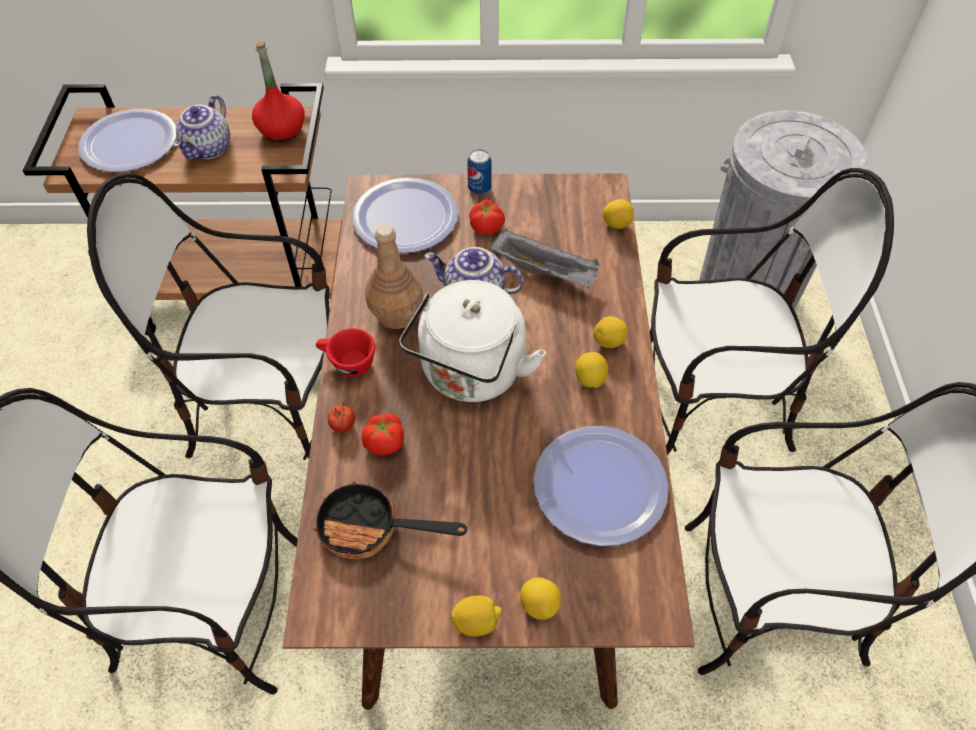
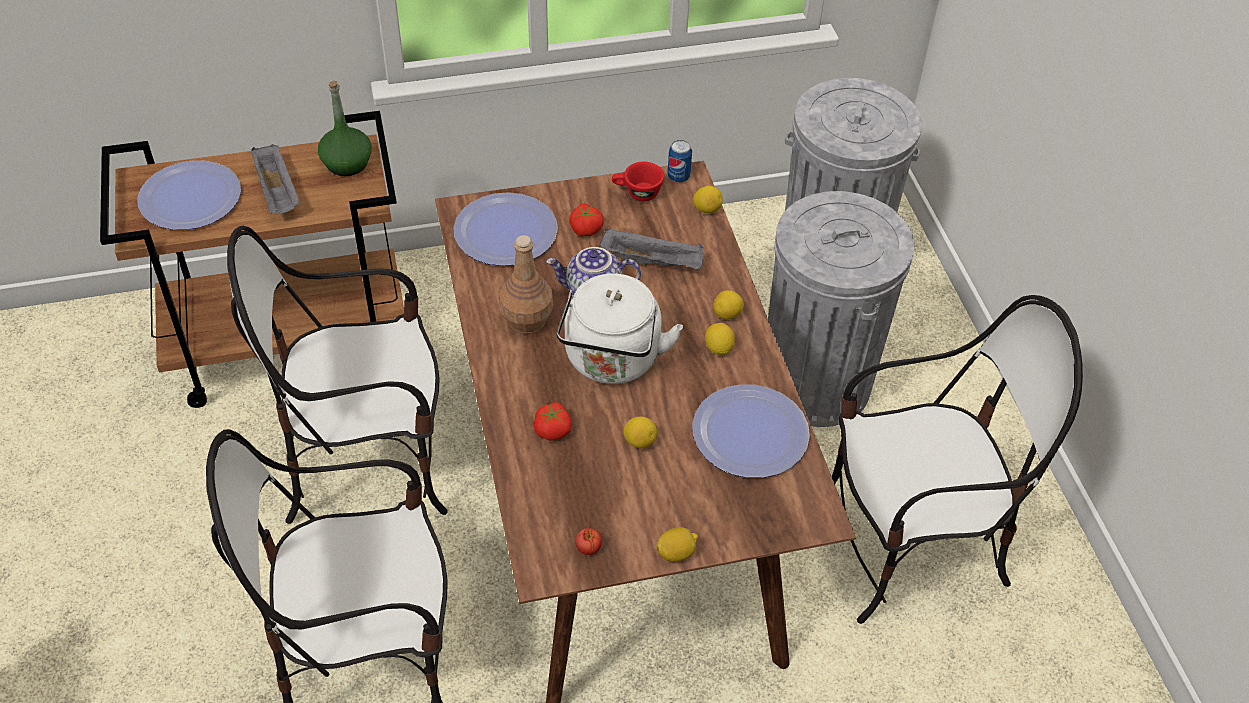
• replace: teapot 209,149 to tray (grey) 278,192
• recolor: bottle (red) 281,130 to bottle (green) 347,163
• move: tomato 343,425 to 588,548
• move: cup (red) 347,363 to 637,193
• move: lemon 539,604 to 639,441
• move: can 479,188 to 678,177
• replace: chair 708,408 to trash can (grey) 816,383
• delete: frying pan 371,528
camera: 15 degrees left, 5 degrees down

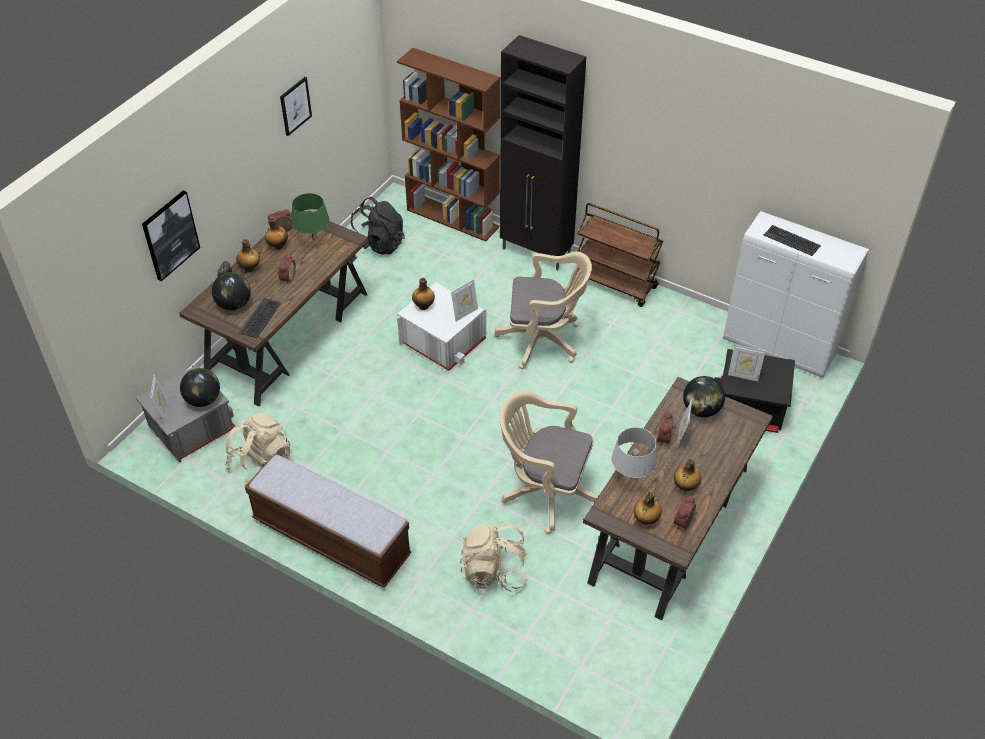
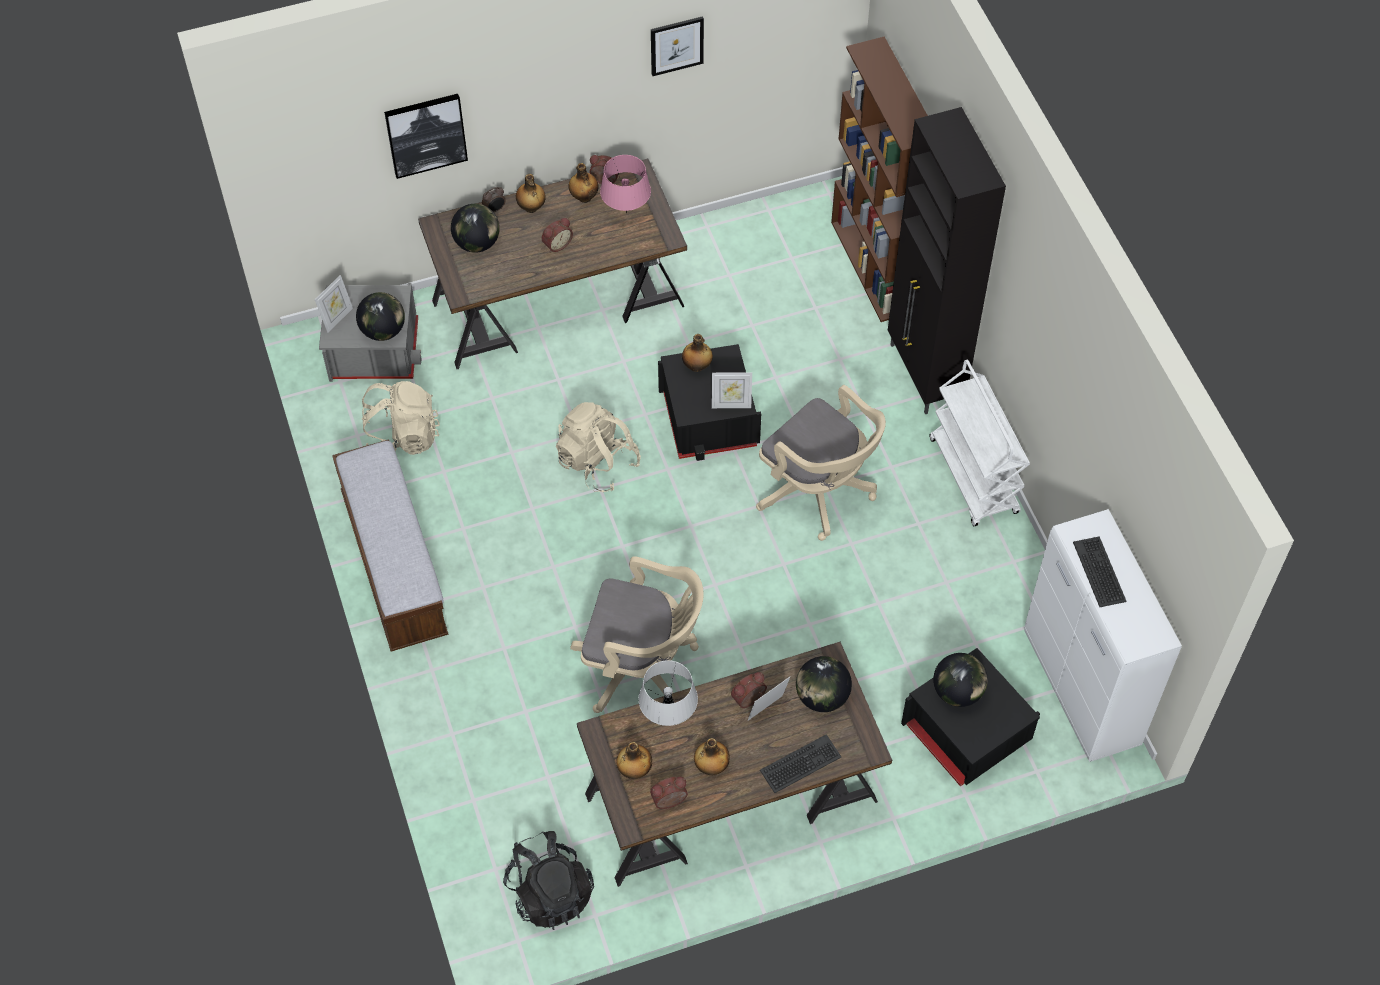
• move: backpack (black) 378,244 to 550,893
• move: backpack (beige) 494,571 to 597,463
• rotate: office chair (beige) 545,492 = 642,667 135 degrees clockwise
• recolor: table lamp (green) 313,240 to table lamp (pink) 626,212
• recolor: storage box (white) 443,341 to storage box (black) 709,418
• move: keyboard 261,318 to 801,764
• recolor: cart (brown) 615,284 to cart (white) 974,476
• replace: picture frame 743,376 to globe 957,692
camera: 40 degrees right, 10 degrees up

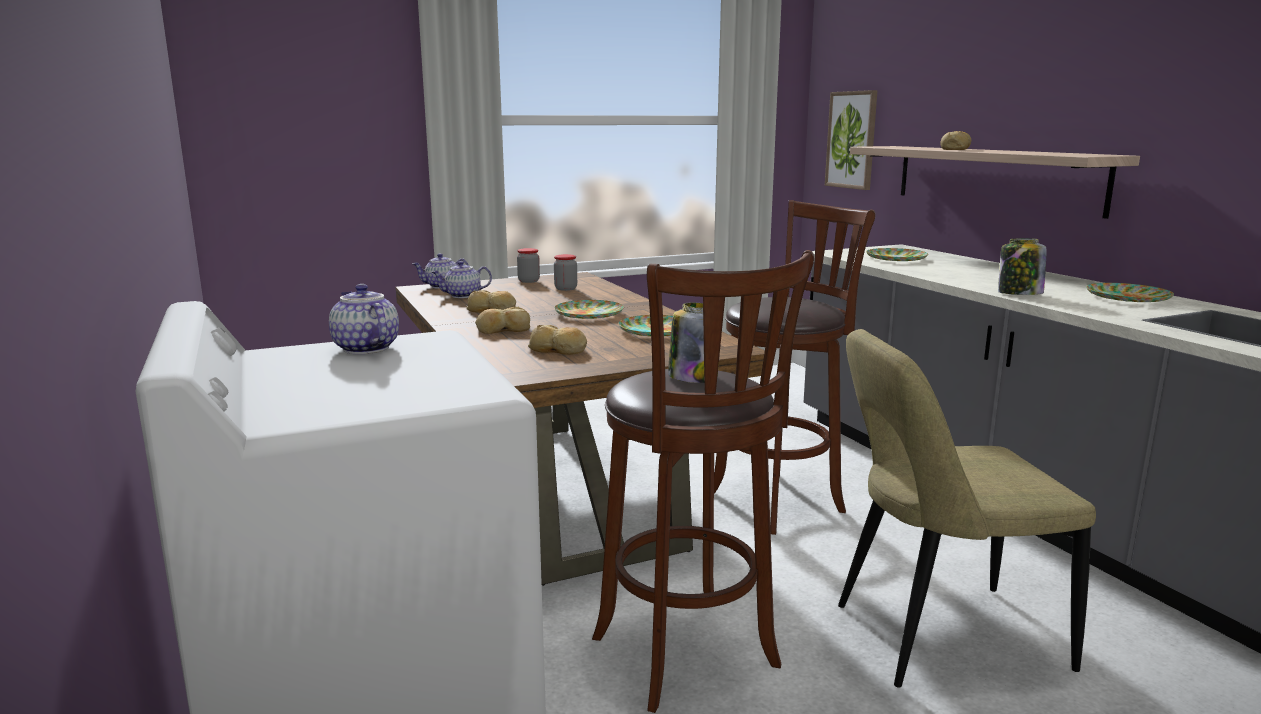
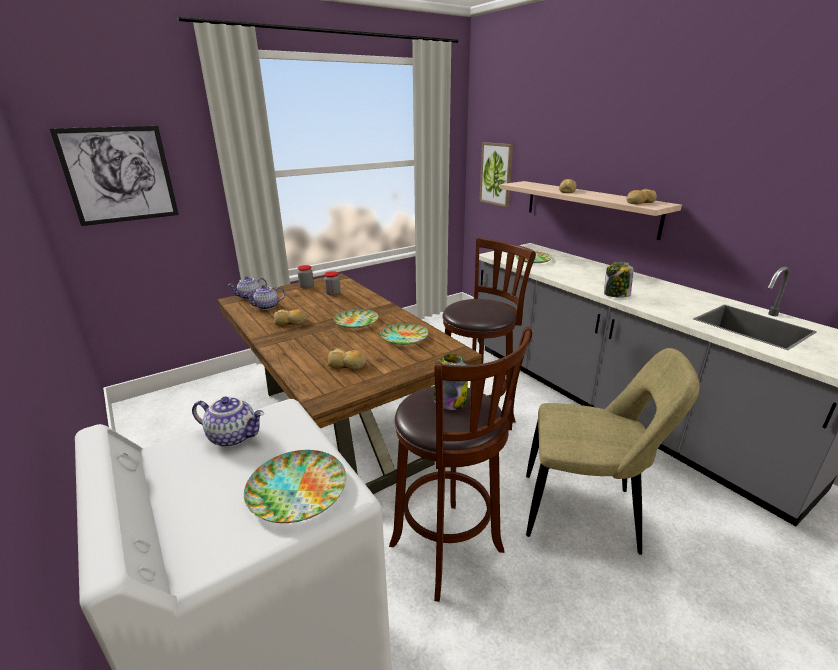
• insert: picture 119,175
• rotate: teapot 364,349 = 234,436 150 degrees clockwise
• move: plate 1127,298 to 296,491
• rotate: chair (beige) 938,637 = 585,513 150 degrees counterclockwise
• move: bread 503,330 to 639,202
camera: 10 degrees left, 10 degrees up

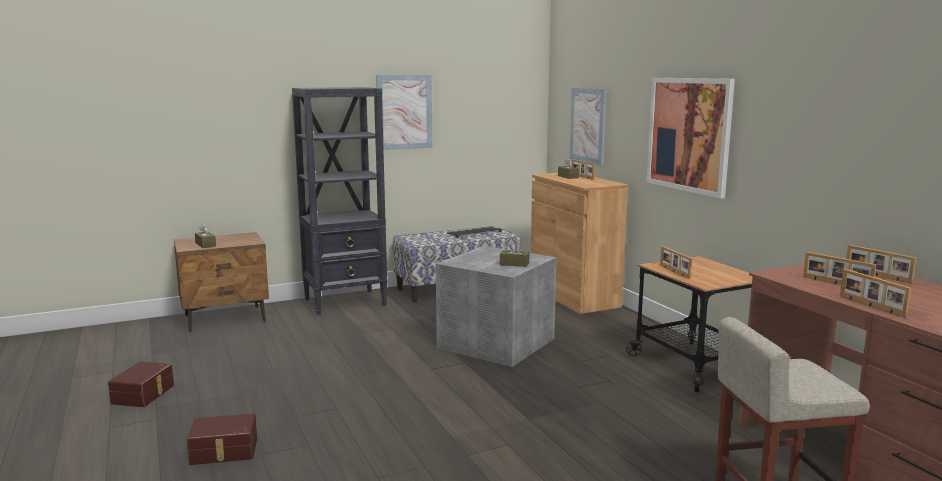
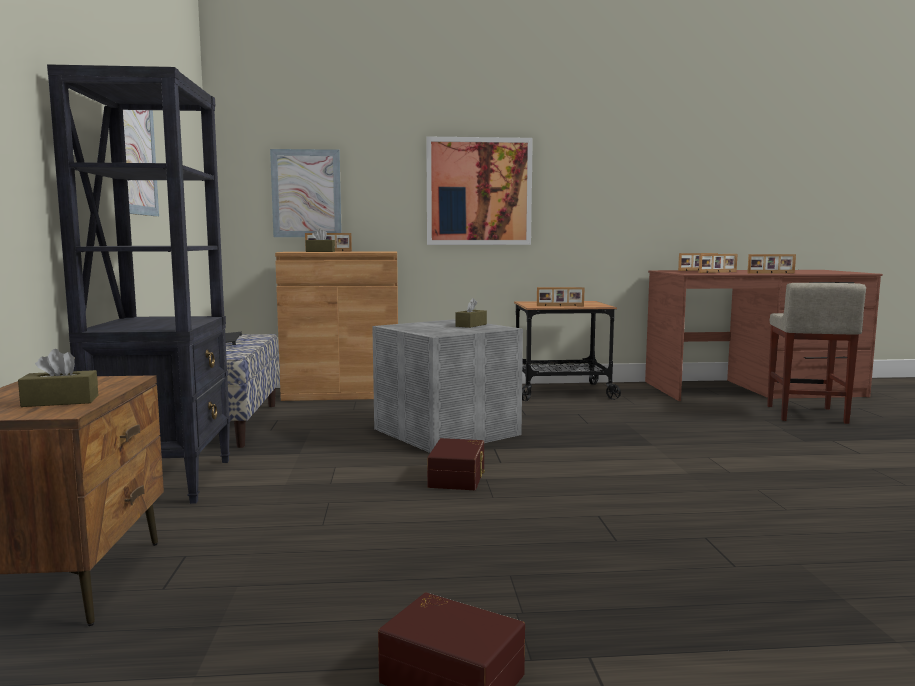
• move: storage box (brown) 224,451 to 458,477
camera: 70 degrees left, 5 degrees down

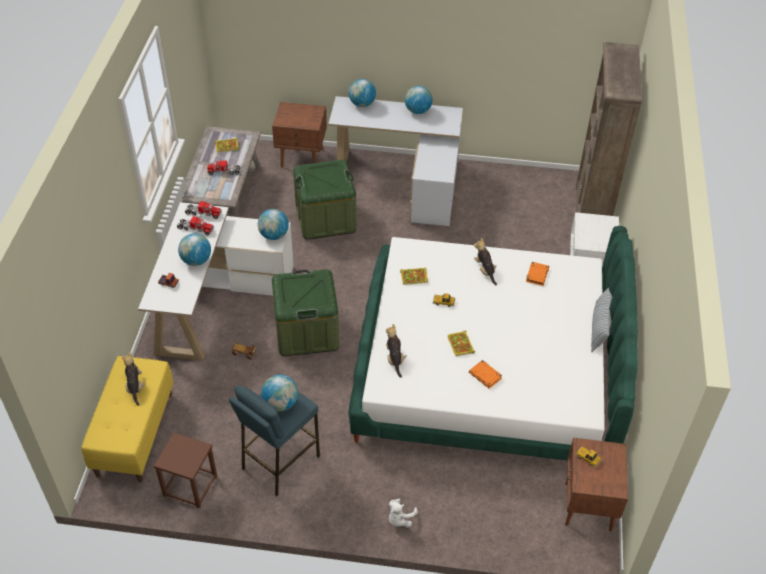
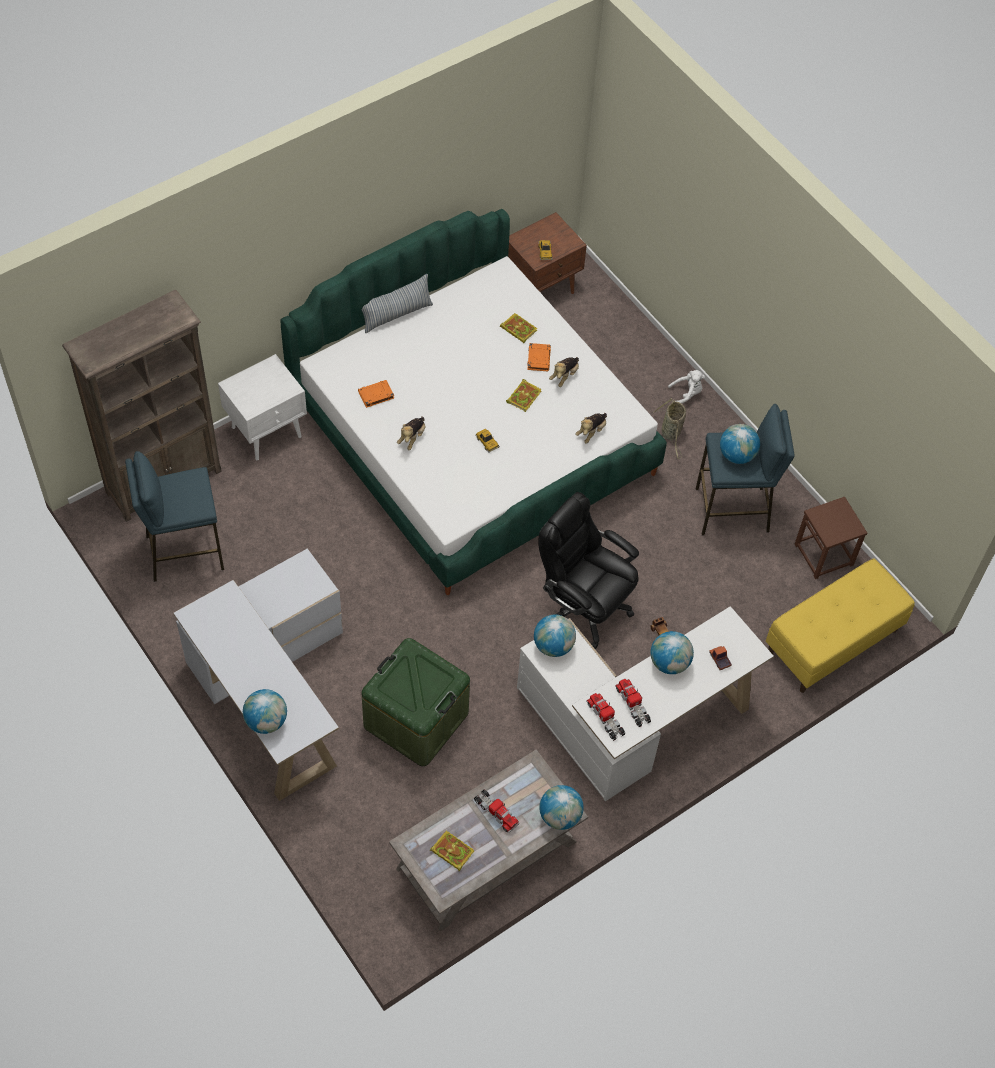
• insert: stool (blue) 184,551
• move: book 414,277 to 517,329
• replace: storage box (green) 306,331 to office chair (black) 583,606
• move: globe 417,111 to 560,816
• move: plush toy 135,387 to 564,376
• insert: basket 671,433
• delete: nightstand (brown) 302,158
camera: 135 degrees left, 10 degrees up

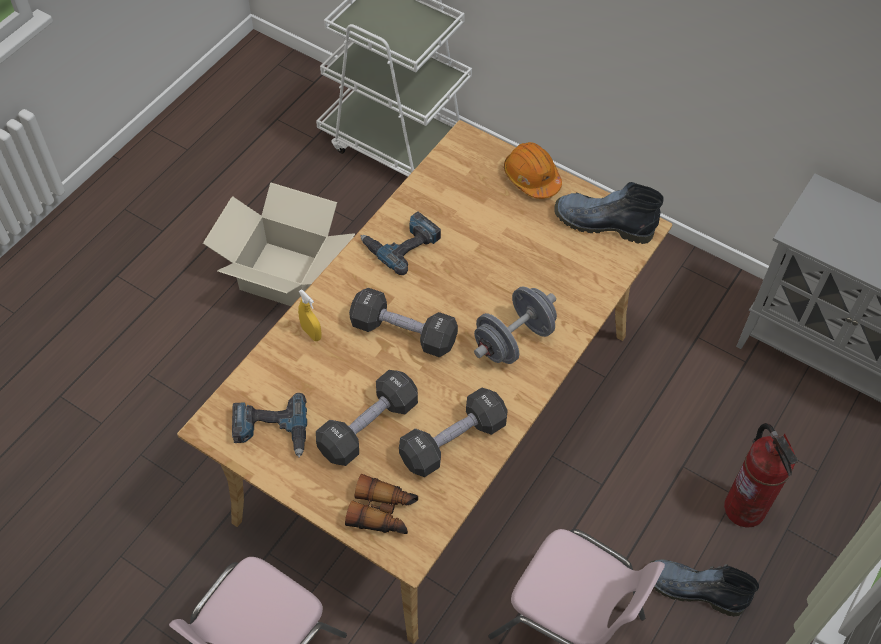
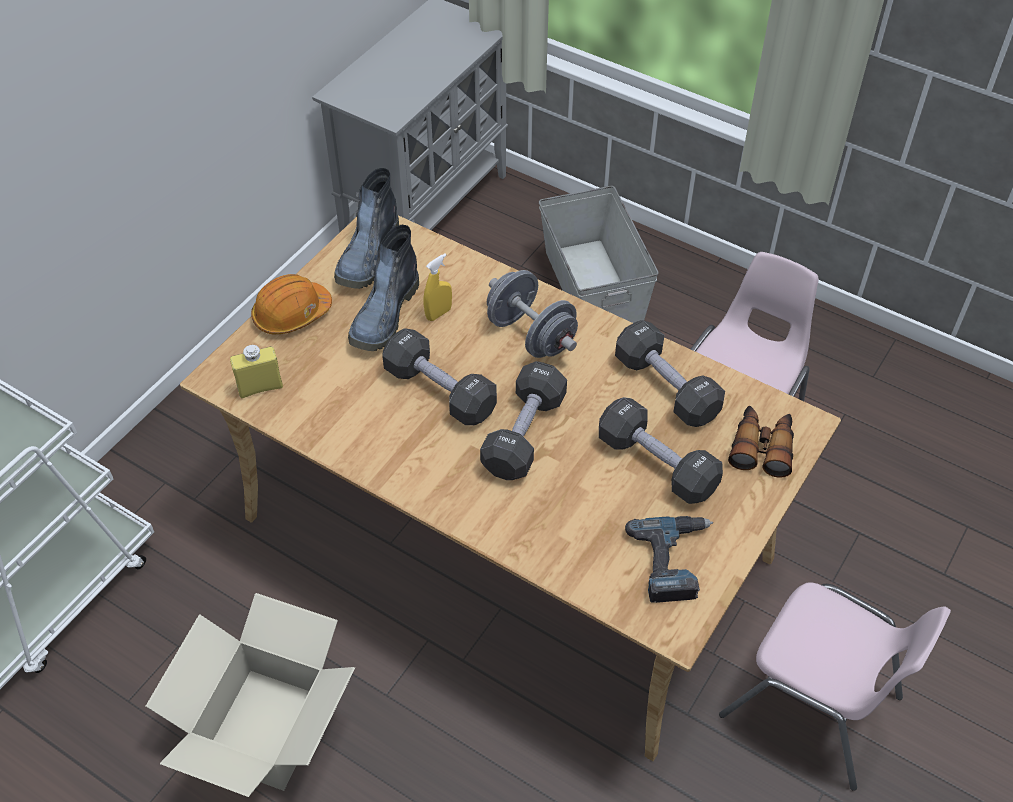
• insert: bottle (yellow) 260,387
• move: boot 693,589 to 384,316
• insert: dumbbell (black) 440,391
• move: spray bottle (yellow) 311,333 to 438,313
• replace: fire extinguisher 744,508 to storage box (grey) 593,287
• delete: power drill 401,244
camera: 90 degrees left, 5 degrees down

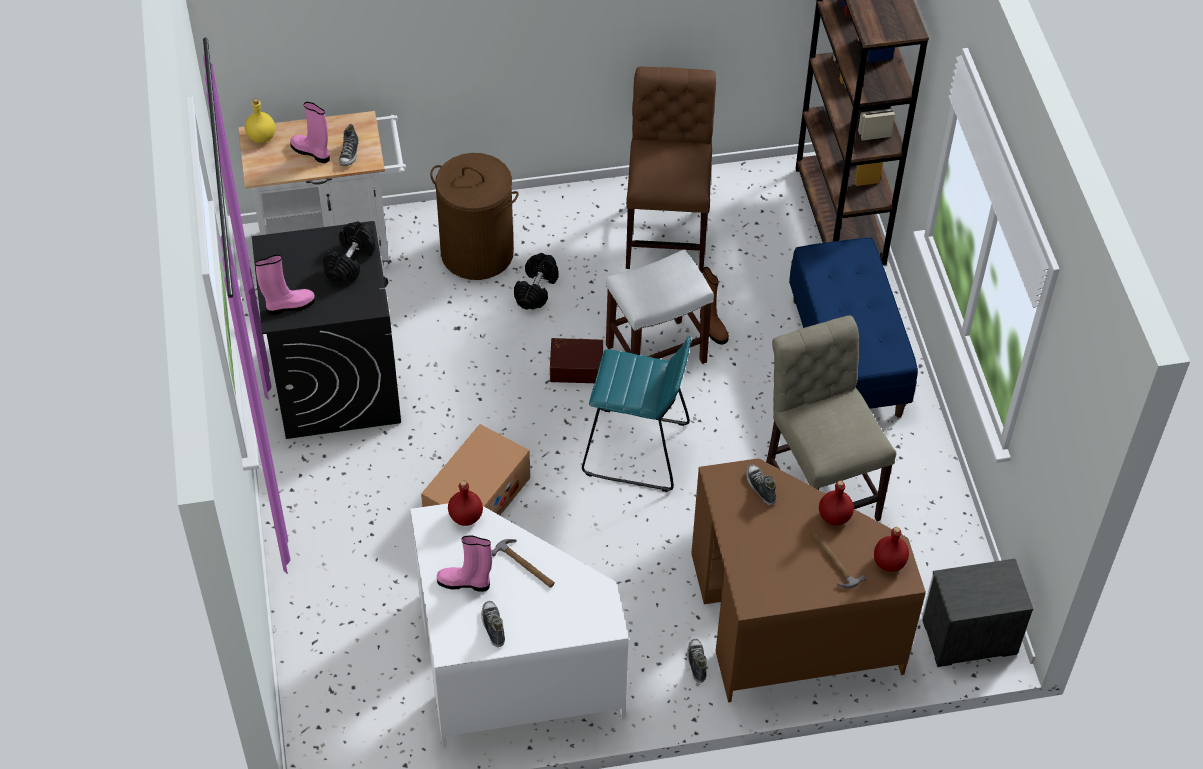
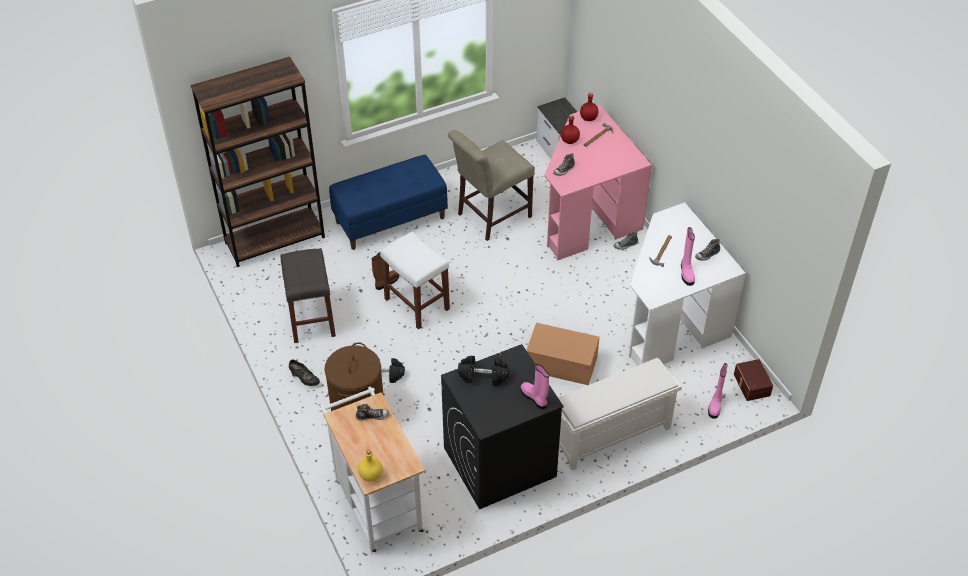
• replace: chair (brown) 667,232 to stool (grey) 311,319
• insert: shoe (black) 304,379
• recolor: desk (brown) 786,627 to desk (pink) 586,215
• insert: shoe rack (white) 611,436
• move: boot (pink) 312,152 to 715,405
• move: storage box (brown) 576,366 to 751,385
• delete: bottle (red) 465,517
• delete: stool (turquoise) 636,450
camera: 105 degrees left, 5 degrees down

